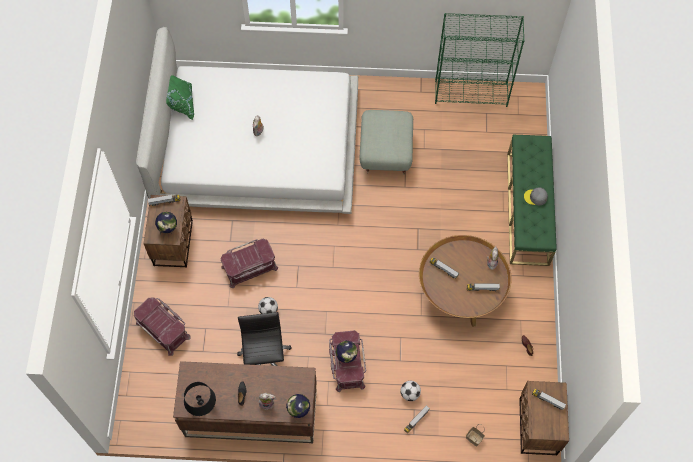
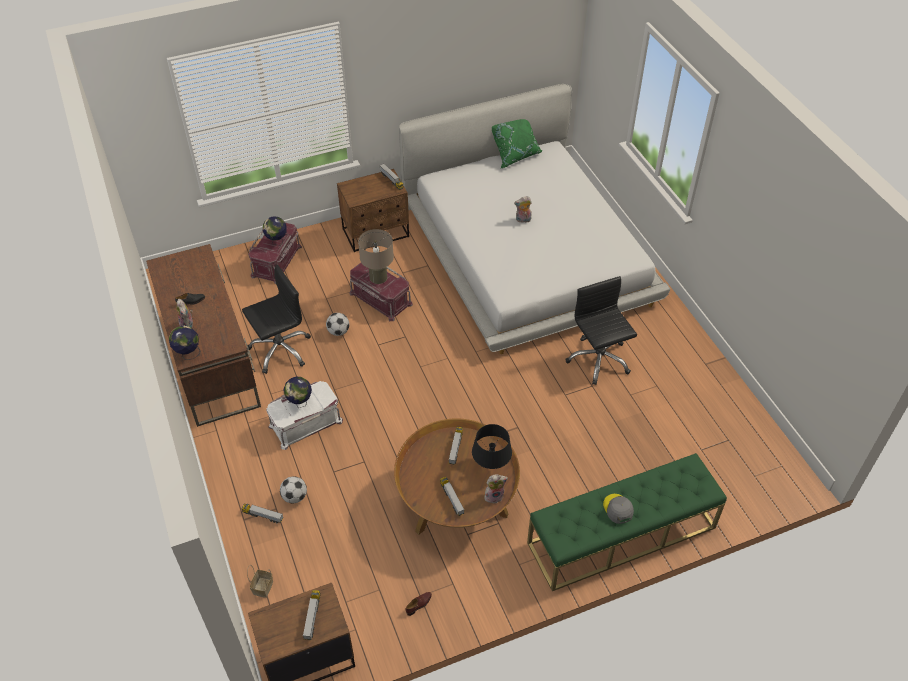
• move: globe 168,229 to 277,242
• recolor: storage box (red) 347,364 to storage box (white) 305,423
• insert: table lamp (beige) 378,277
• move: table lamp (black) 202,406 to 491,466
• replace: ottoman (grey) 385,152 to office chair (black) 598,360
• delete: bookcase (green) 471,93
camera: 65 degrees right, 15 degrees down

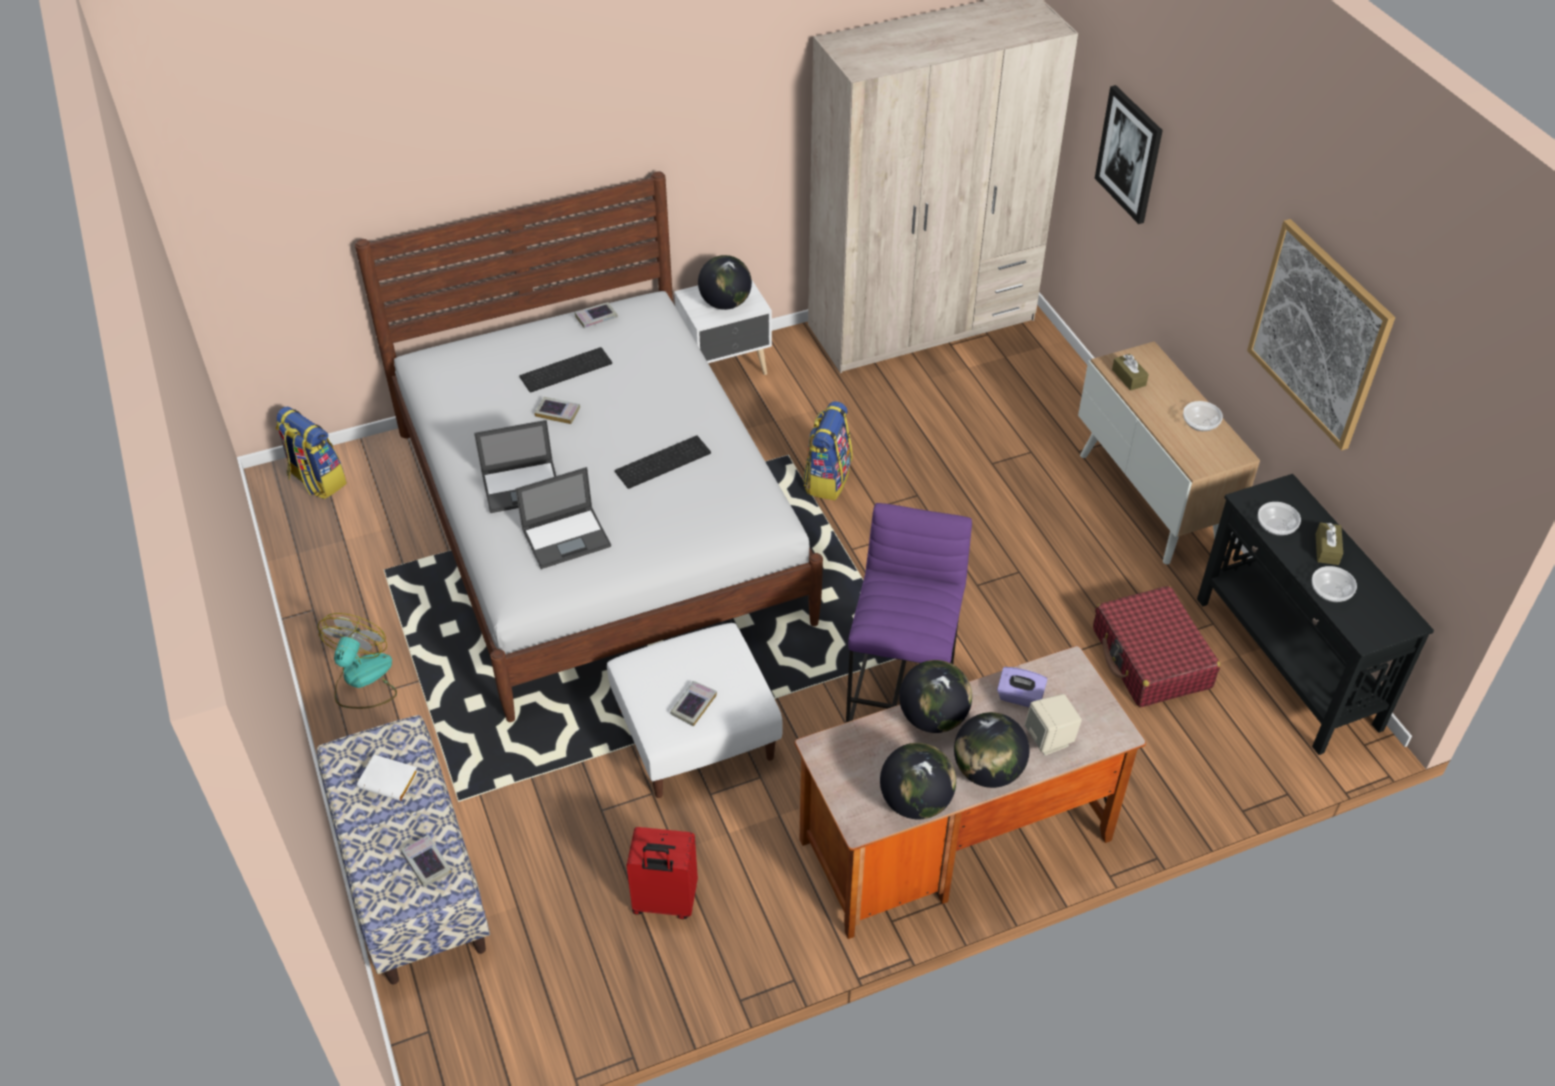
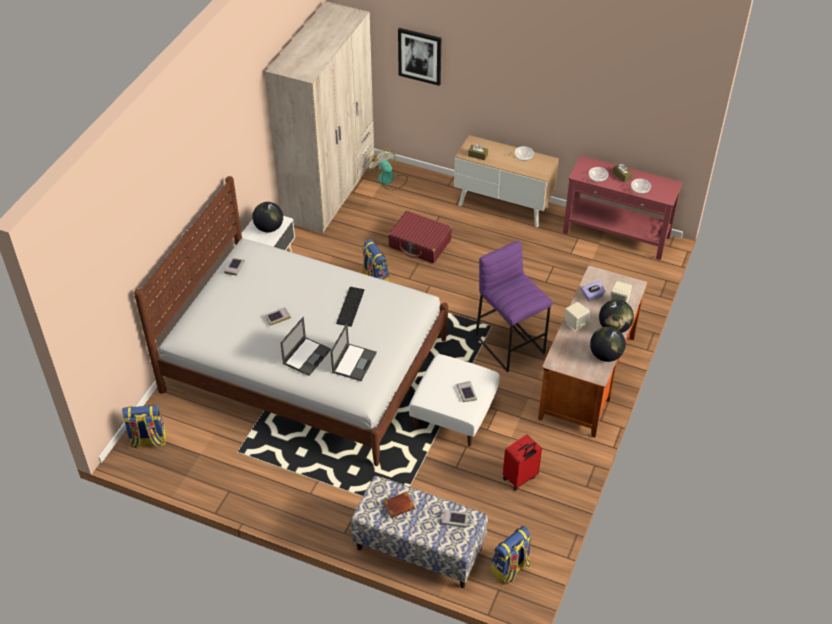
• move: fan 362,680 to 389,180
• recolor: book (white) 390,780 to book (brown) 399,505
• move: suitcase (red) 1151,659 to 420,244
• insert: backpack 510,569
• recolor: console table (black) 1286,663 to console table (red) 616,235
• replace: globe 933,718 to speaker (beige) 575,324
• delete: keyboard 566,369
• delete: picture 1319,334
camera: 45 degrees left, 0 degrees up

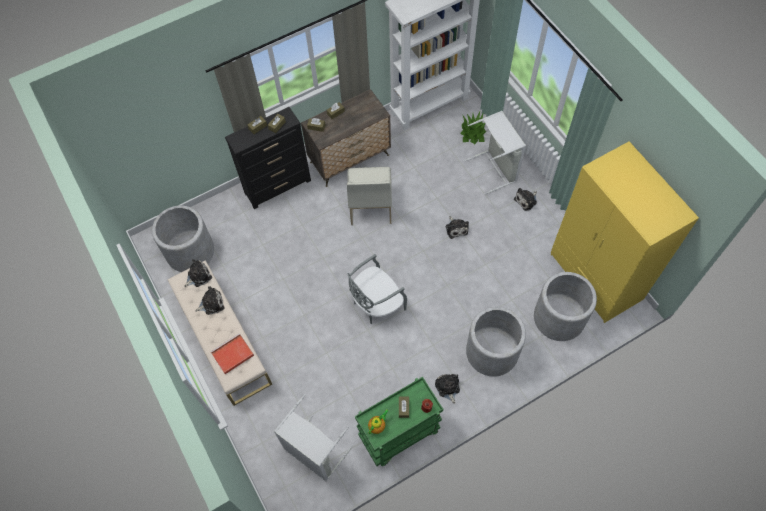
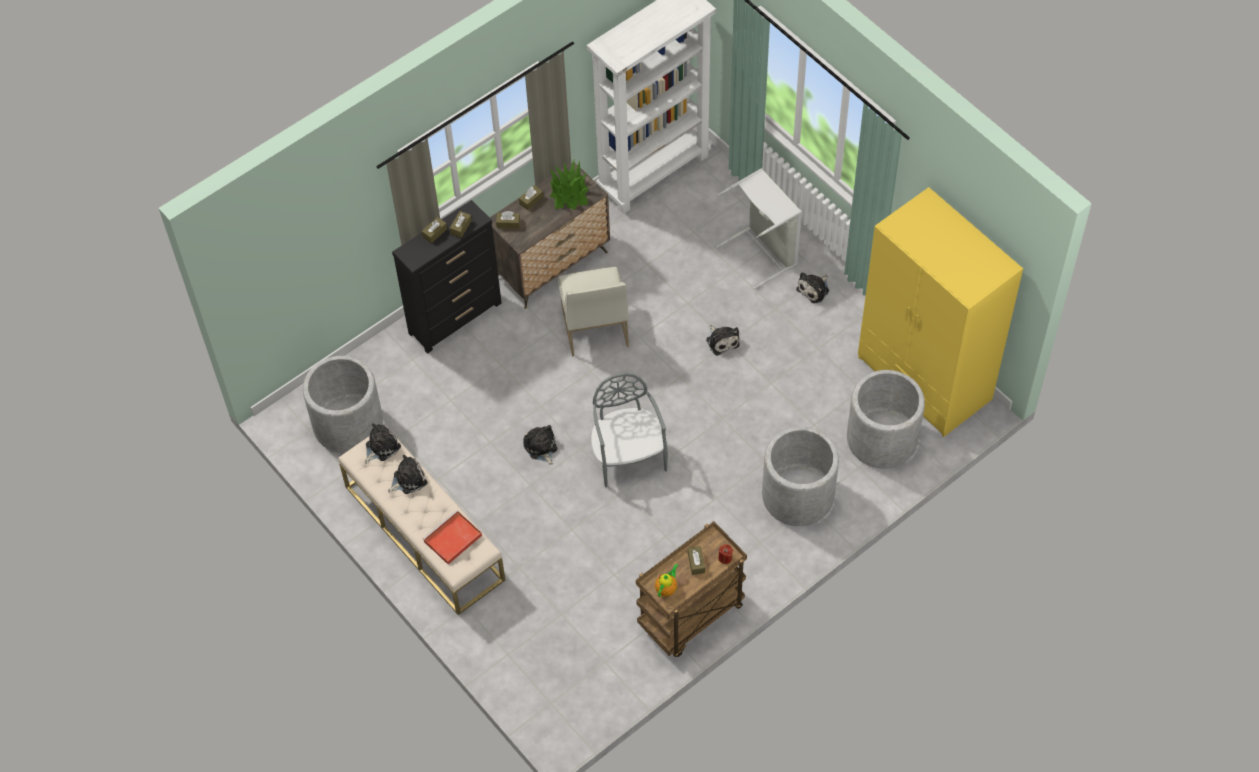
• move: plush toy 447,388 to 541,448
• move: potted plant 473,132 to 569,193
• rotate: chair (grey) 376,303 = 628,456 120 degrees clockwise
• recolor: cart (green) 399,435 to cart (brown) 691,617
• delete: laundry basket (grey) 314,453
camera: 10 degrees left, 5 degrees down

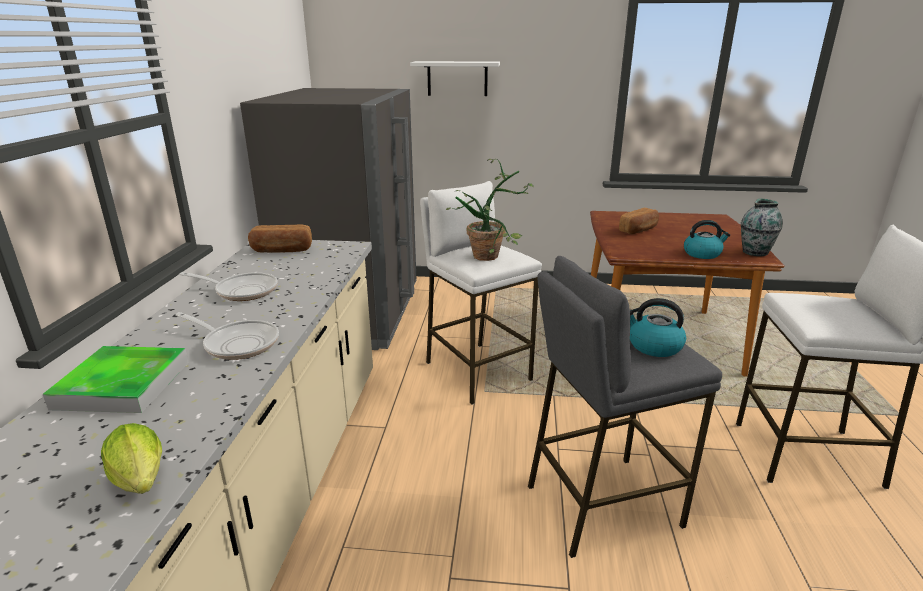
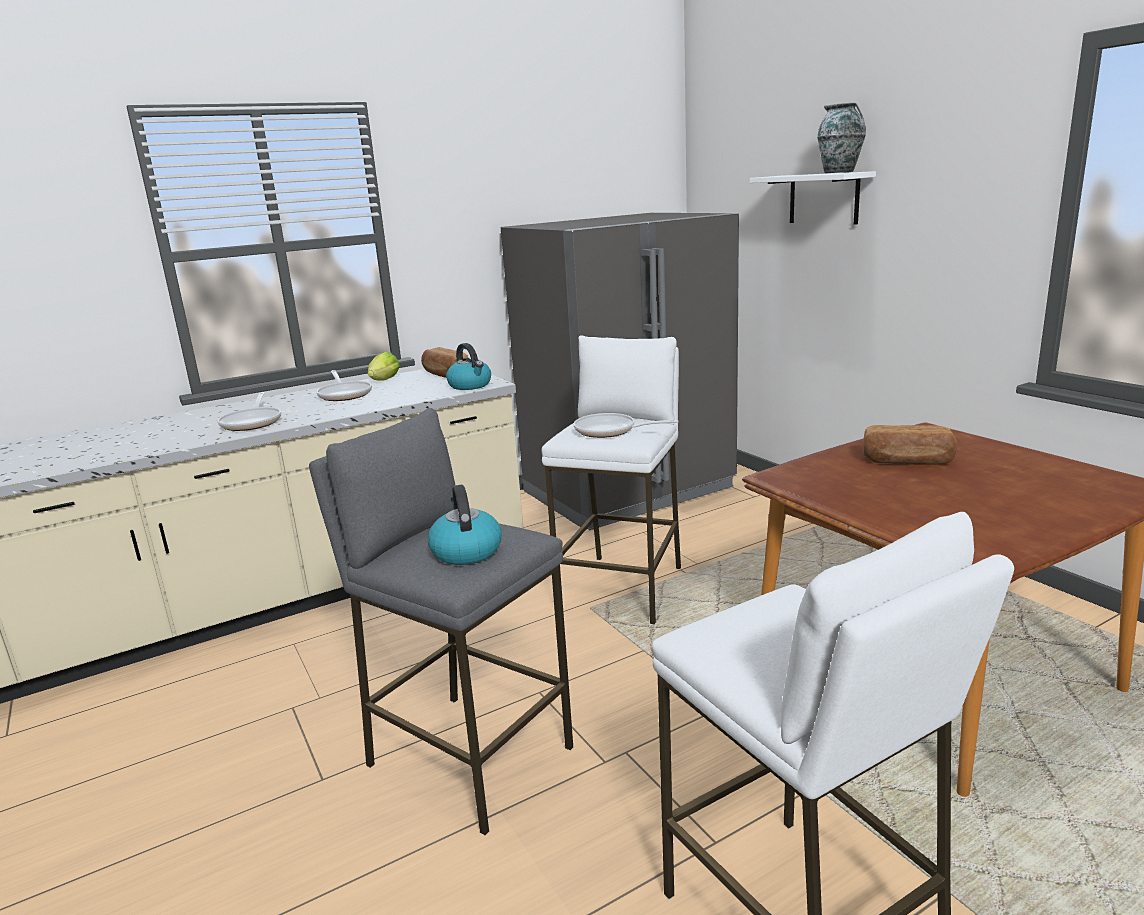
• move: lettuce 141,483 to 383,381
• move: kettle 702,254 to 470,385
• replace: potted plant 493,256 to frying pan 610,431
• move: vase 755,252 to 839,172
• delete: tray 123,384
camera: 55 degrees right, 5 degrees down

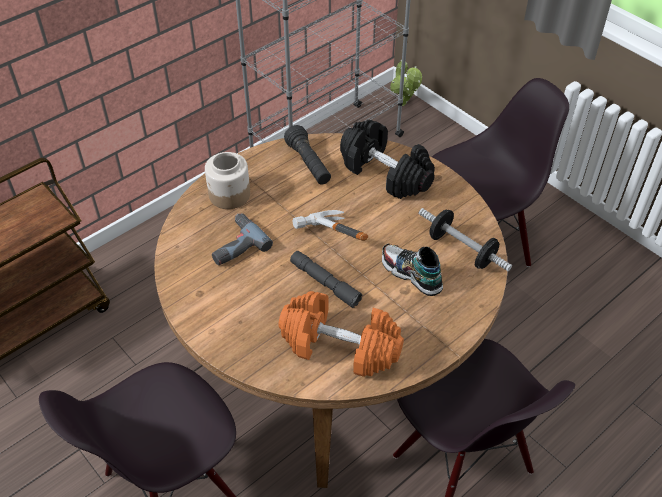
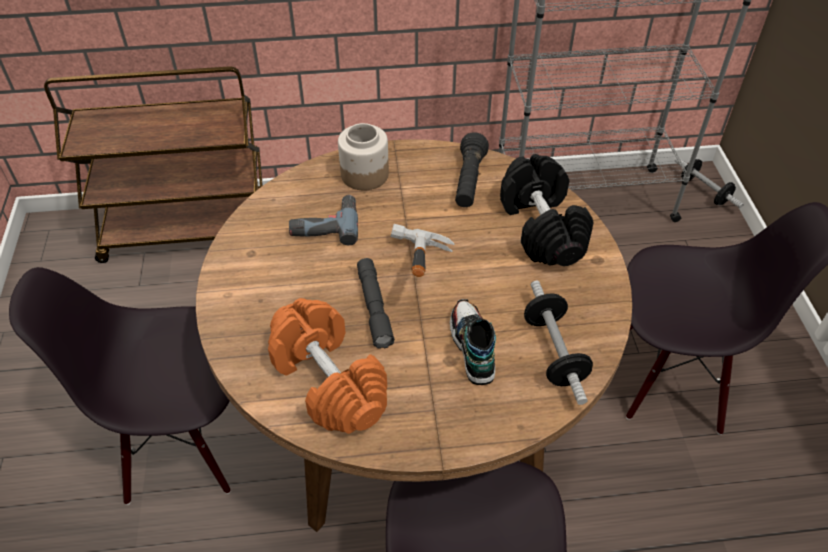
• replace: potted plant 403,105 to dumbbell 704,191
camera: 35 degrees right, 0 degrees up

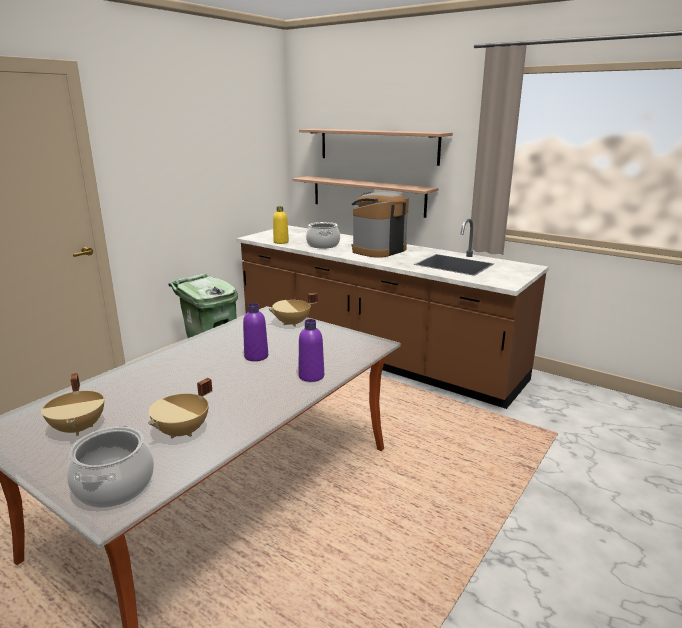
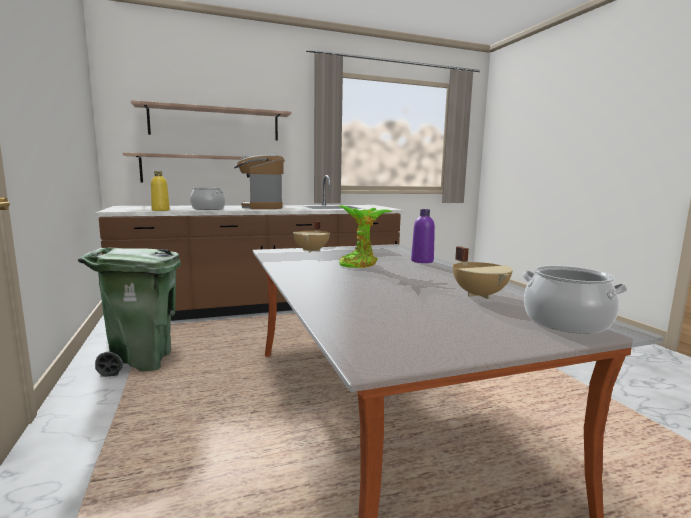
• replace: bottle (purple) 256,356 to potted plant 360,264
• delete: cooking pot (beige) 79,428
camera: 55 degrees left, 10 degrees down

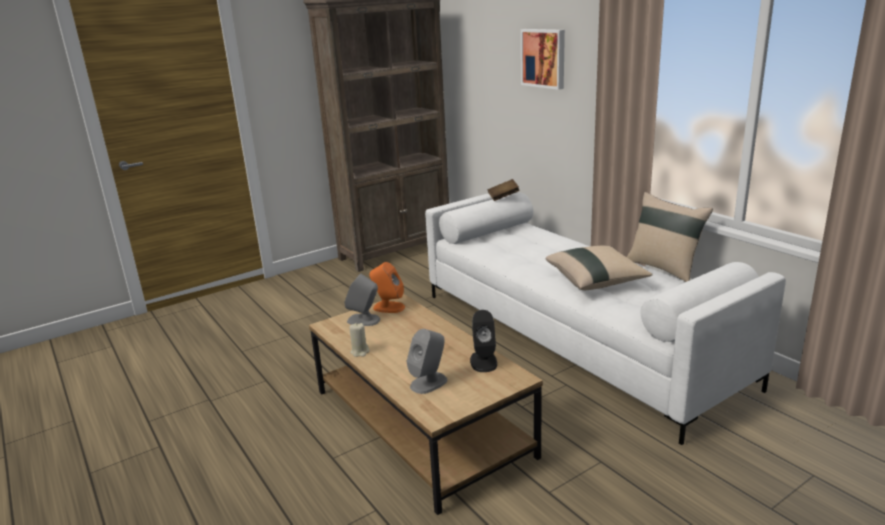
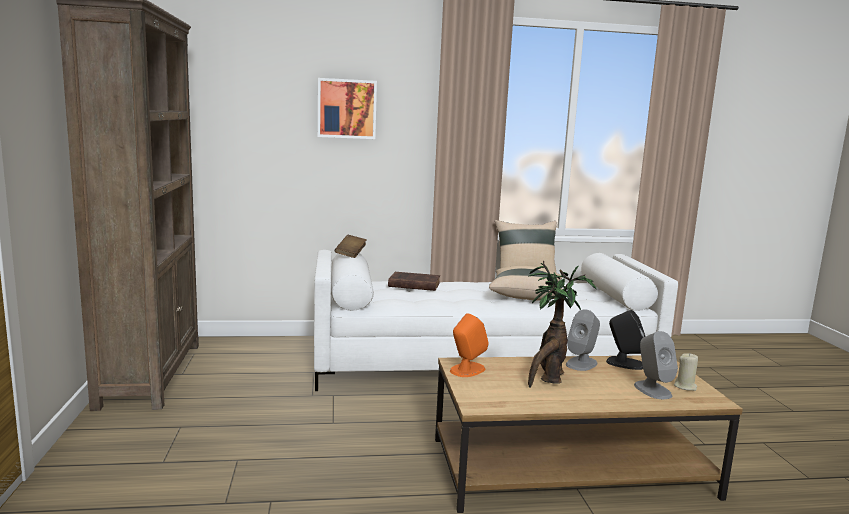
• insert: book (brown) 412,284
• insert: potted plant 548,379
• move: speaker (grey) 364,320 to 581,363
• move: candle (beige) 360,352 to 685,386
camera: 65 degrees left, 10 degrees down

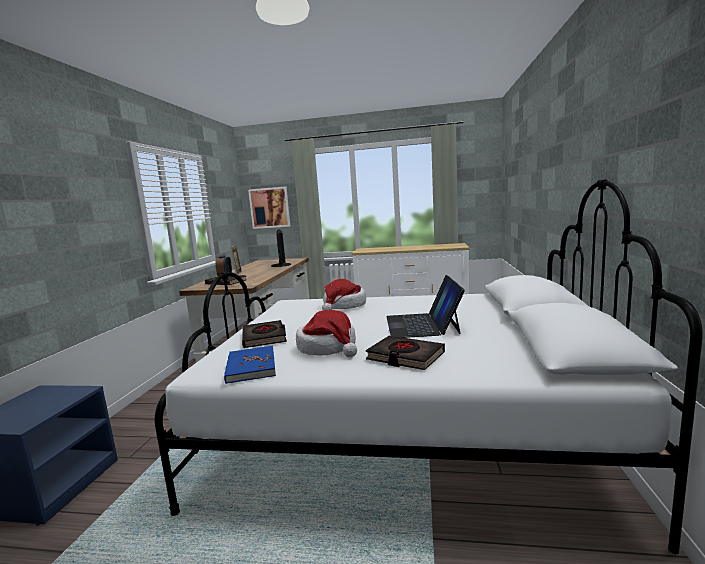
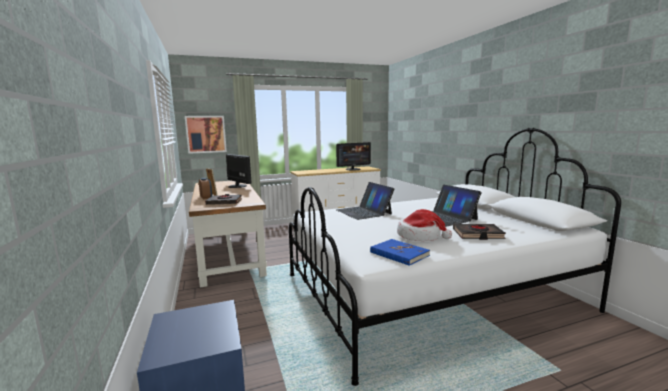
• insert: monitor 353,169
• replace: hat 344,306 to laptop 364,212
• delete: book (black) 264,338
camera: 30 degrees left, 0 degrees up

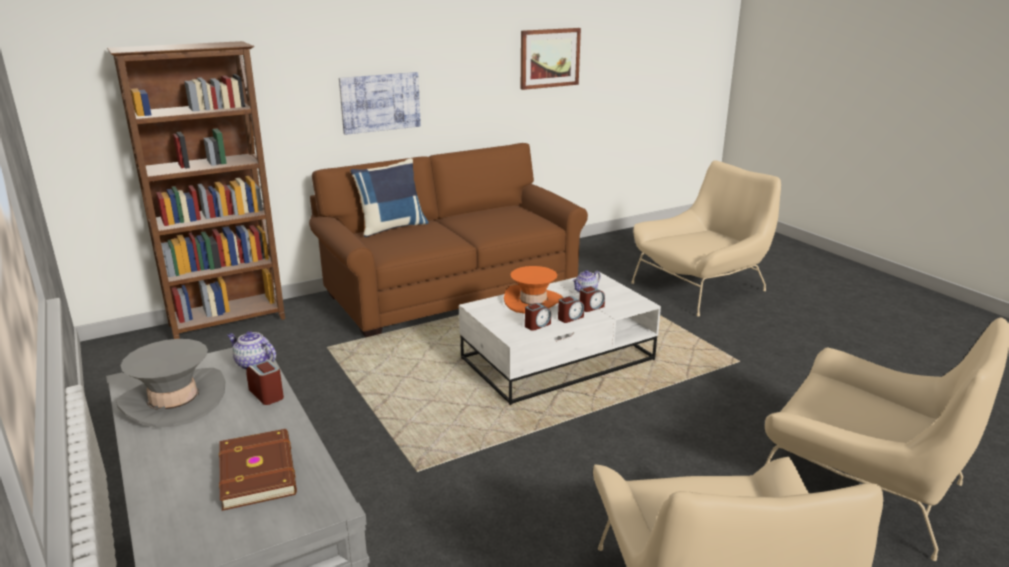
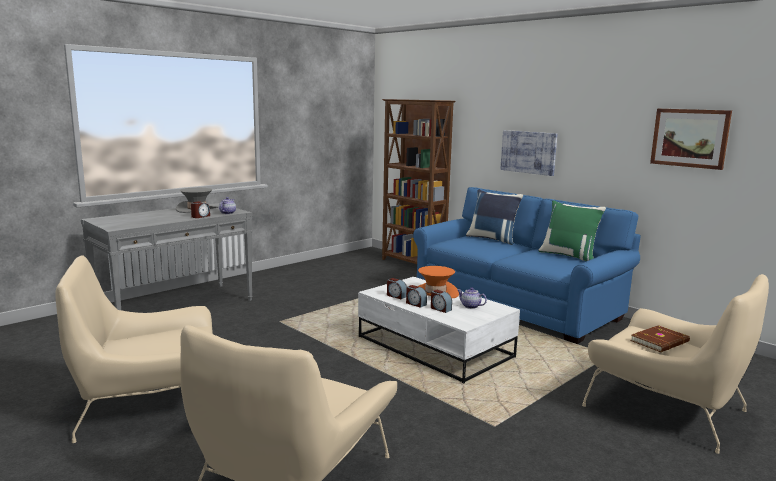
• recolor: sofa (brown) 452,291 to sofa (blue) 516,305
• insert: pillow (green) 569,256
• move: book (brown) 259,471 to 660,341
camera: 75 degrees right, 10 degrees down

